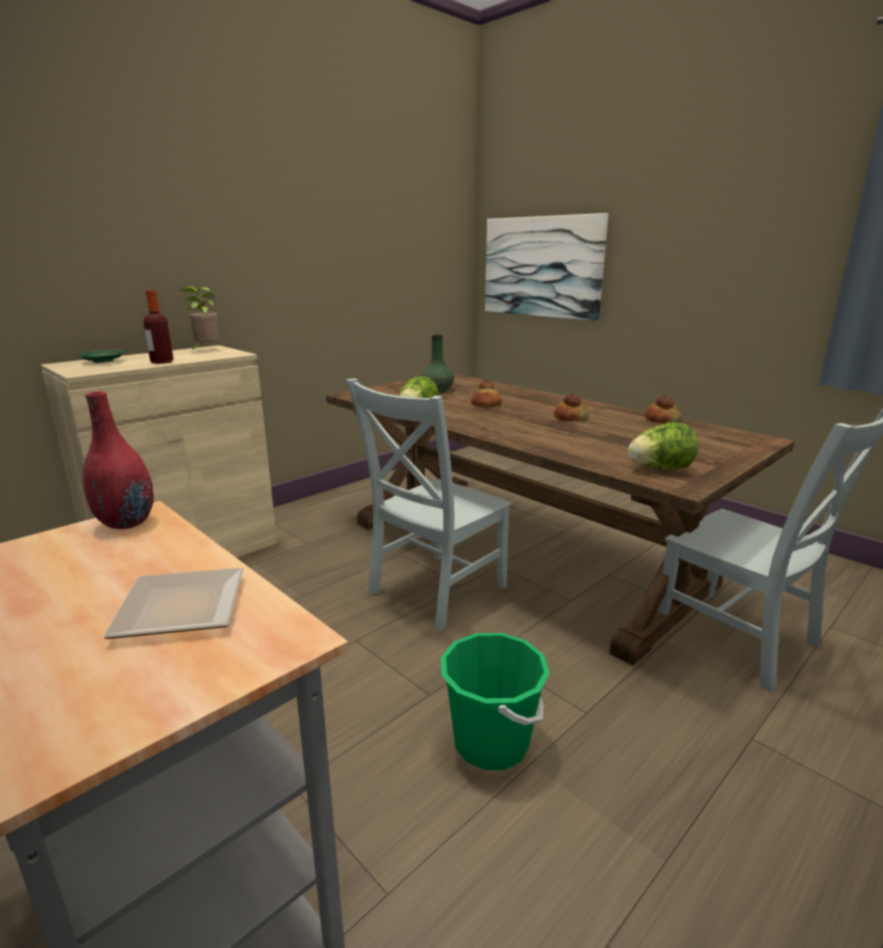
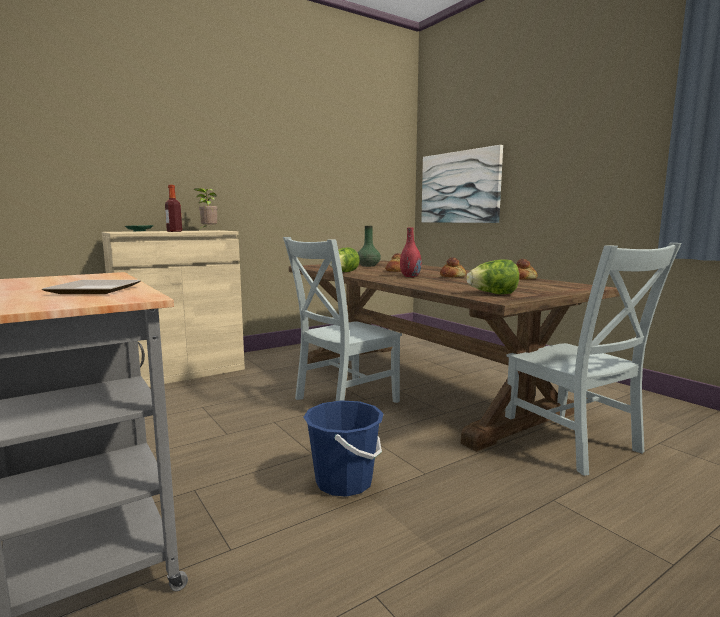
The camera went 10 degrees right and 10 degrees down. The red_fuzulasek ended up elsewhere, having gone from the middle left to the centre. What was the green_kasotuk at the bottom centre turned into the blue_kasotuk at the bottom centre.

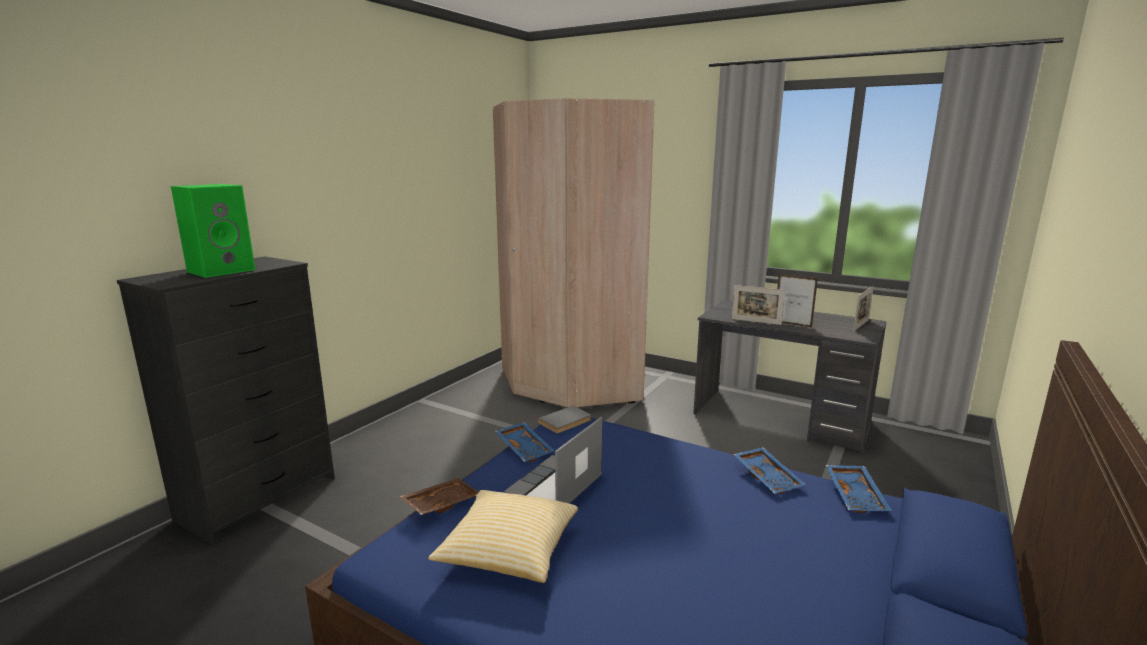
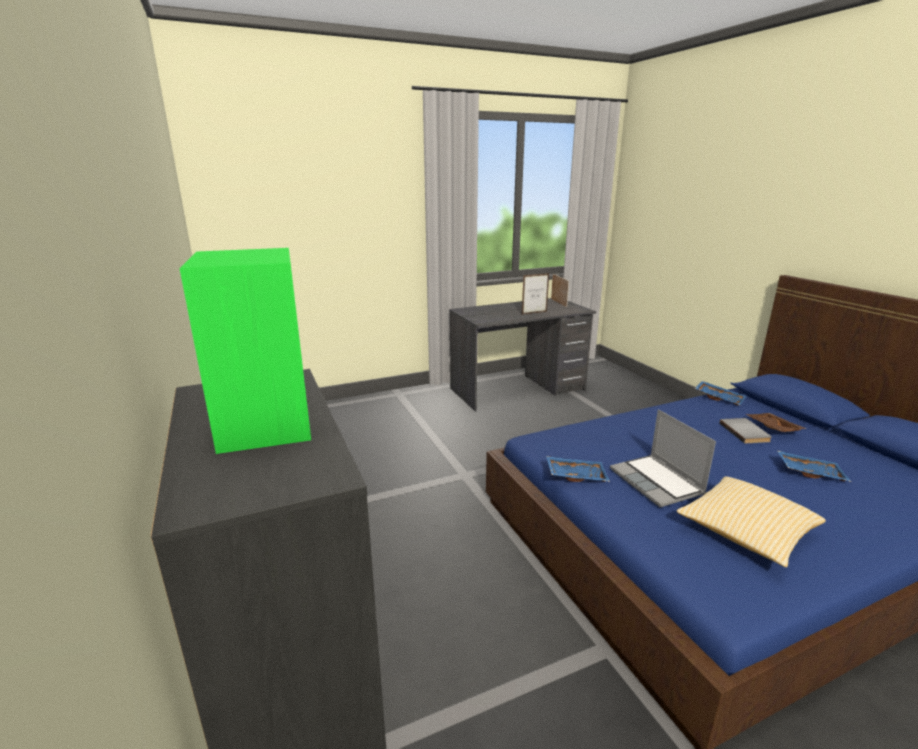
The camera went 55 degrees left and 5 degrees up. The second view lost the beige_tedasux at the centre. The second view lost the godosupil (no. 1 from left) at the centre. The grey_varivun ended up elsewhere, having gone from the centre to the middle right. The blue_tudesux (no. 2 from left in the first image) ended up elsewhere, having gone from the bottom right to the middle right. The brown_tudesux ended up elsewhere, having gone from the bottom centre to the middle right.

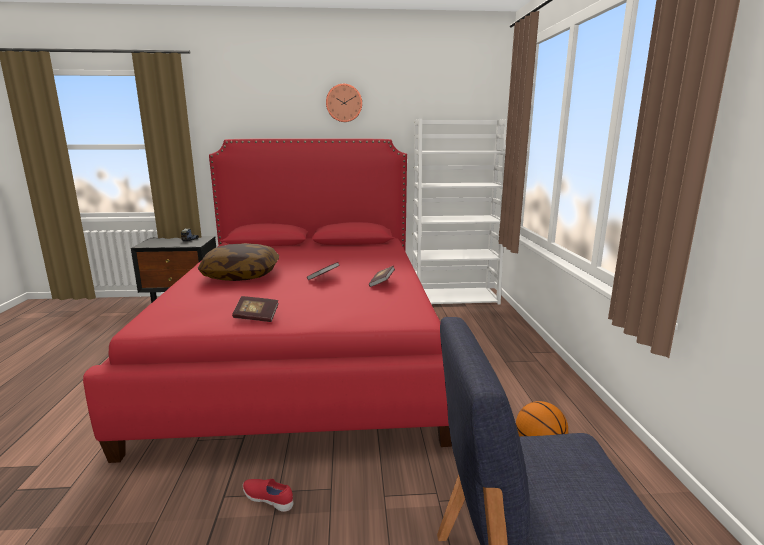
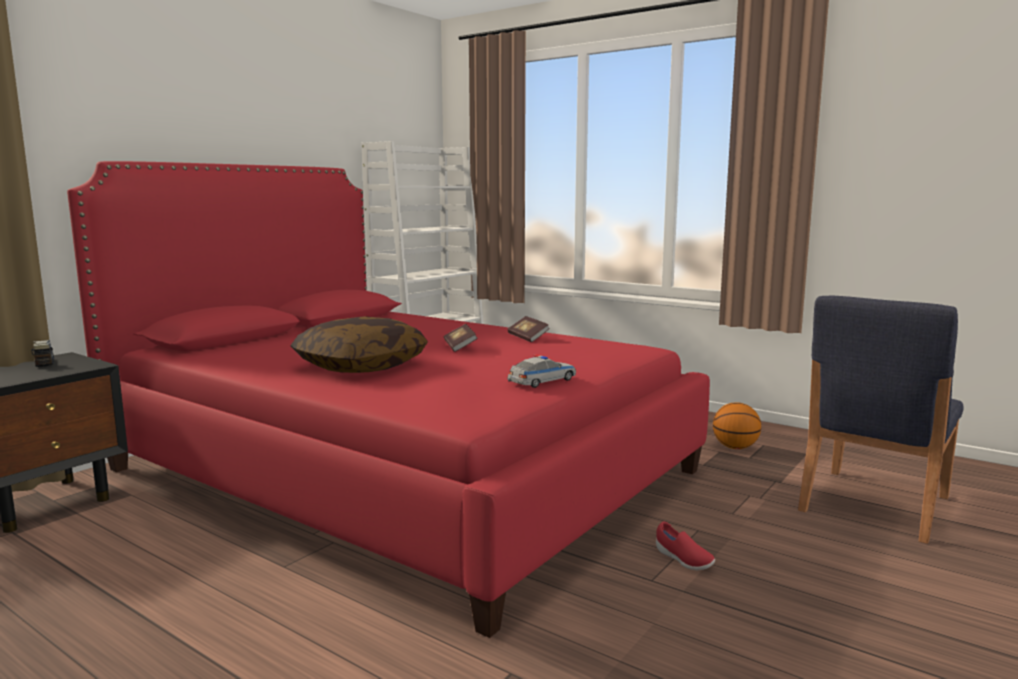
The camera went 50 degrees left and 5 degrees down. The second view lost the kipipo at the top centre. Where the varivun (no. 1 from left) stood at the centre, the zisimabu came to stand at the centre. The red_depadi at the bottom centre ended up facing another way, 105 degrees counterclockwise from before.

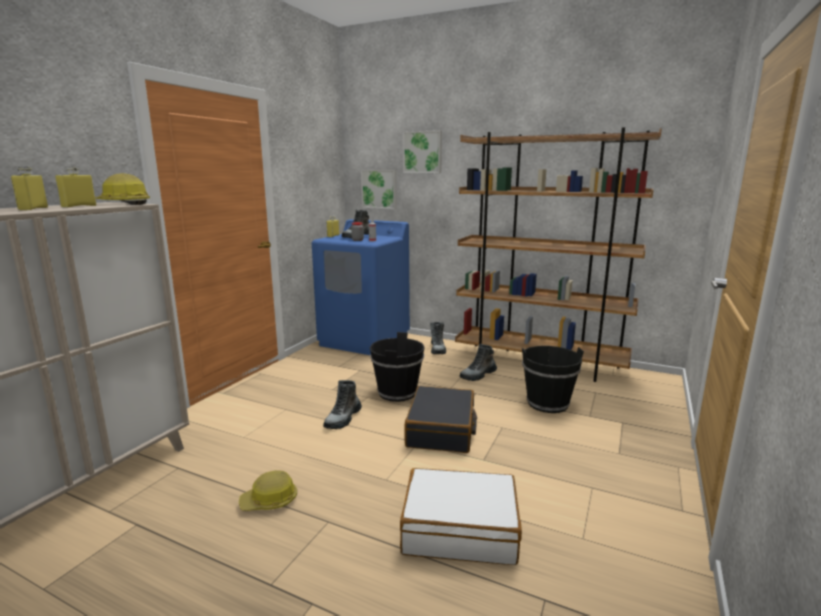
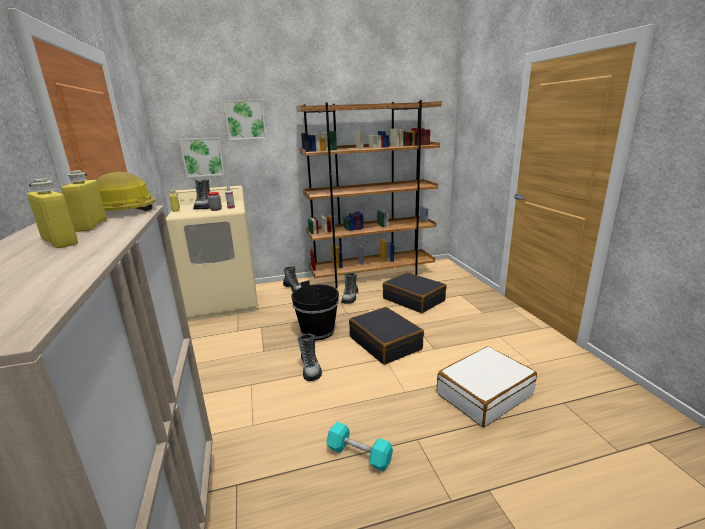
The camera went 40 degrees left and 5 degrees up. What was the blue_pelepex at the centre turned into the beige_pelepex at the middle left. Where the black_kasotuk (no. 2 from left) stood at the middle right, the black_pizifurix (no. 2 from left) came to stand at the centre. Where the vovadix (no. 2 from left) stood at the bottom left, the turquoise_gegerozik came to stand at the bottom centre.

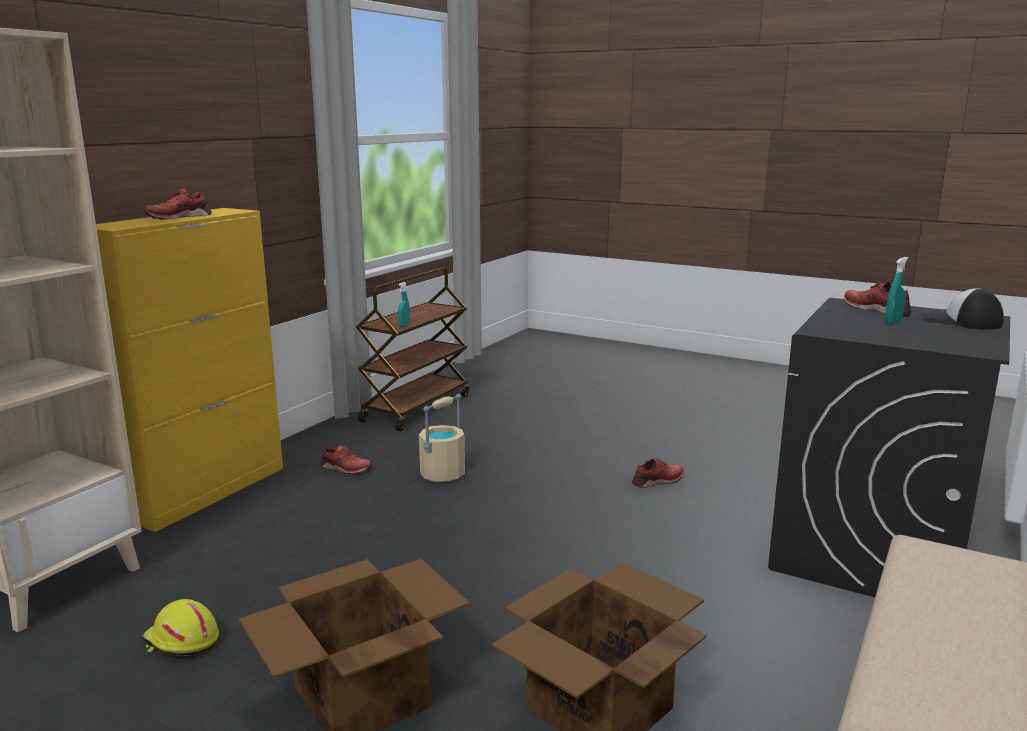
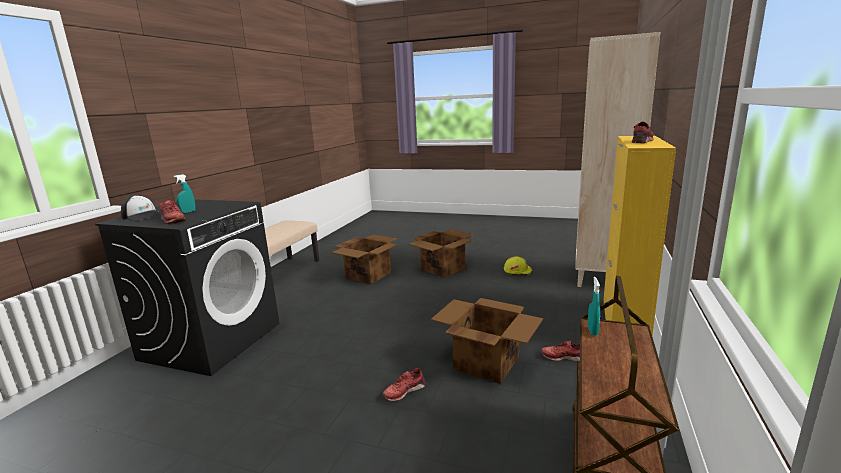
The camera went 170 degrees right and 0 degrees up. Where the beige_kasotuk stood at the centre, the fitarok (no. 3 from left) came to stand at the bottom centre. The red_depadi (no. 3 from left in the first image) ended up elsewhere, having gone from the centre to the bottom centre.

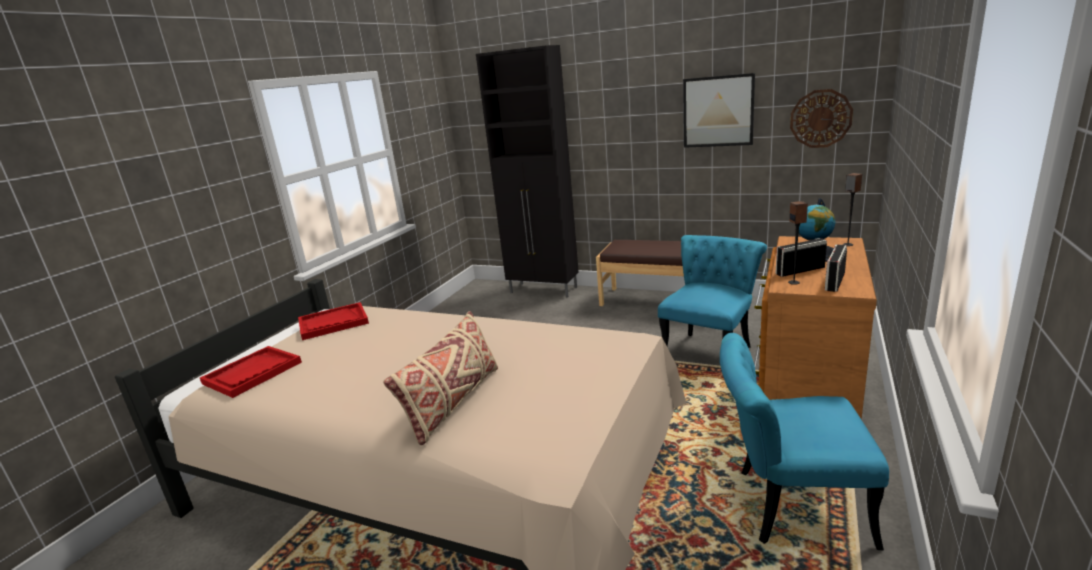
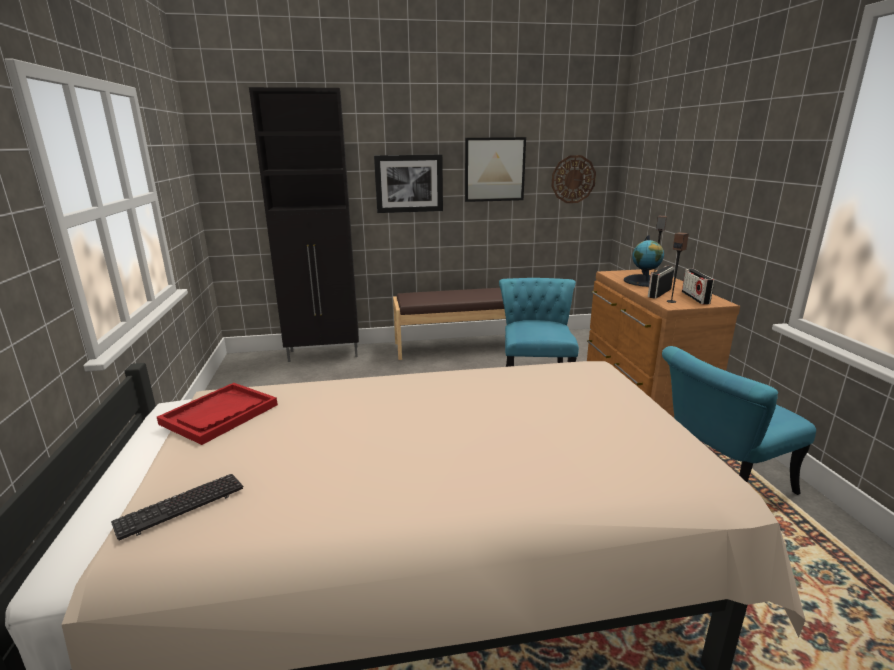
The camera went 35 degrees left and 0 degrees up. The second view lost the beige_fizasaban at the centre. Where the red_tudesux (no. 1 from left) stood at the middle left, the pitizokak came to stand at the bottom left. The second view gained the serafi (no. 1 from left) at the top centre.

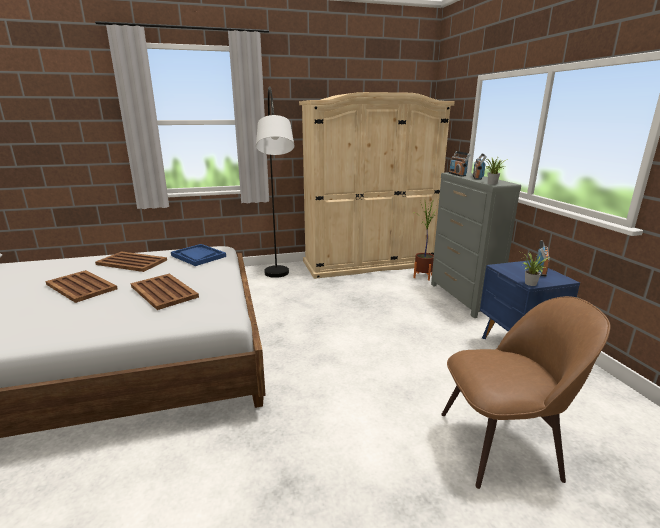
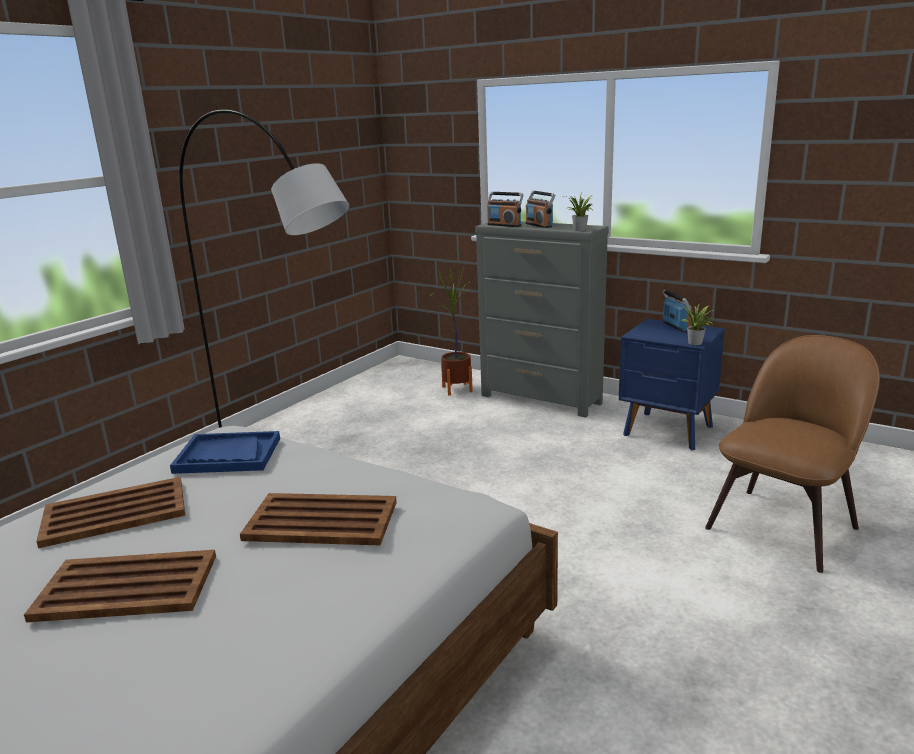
The camera went 40 degrees left and 0 degrees up. The second view lost the beige_tedasux at the centre.

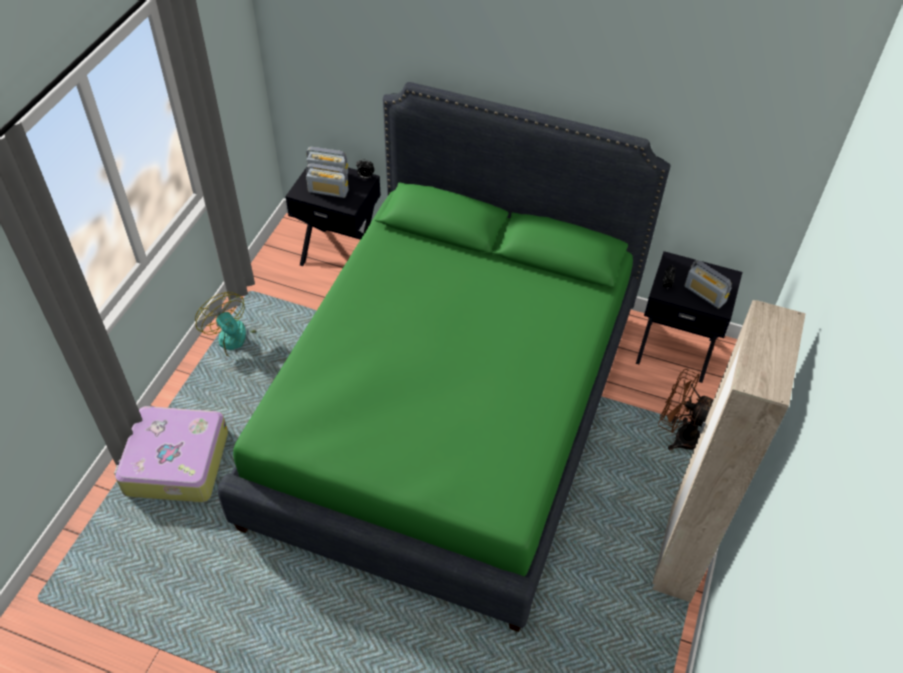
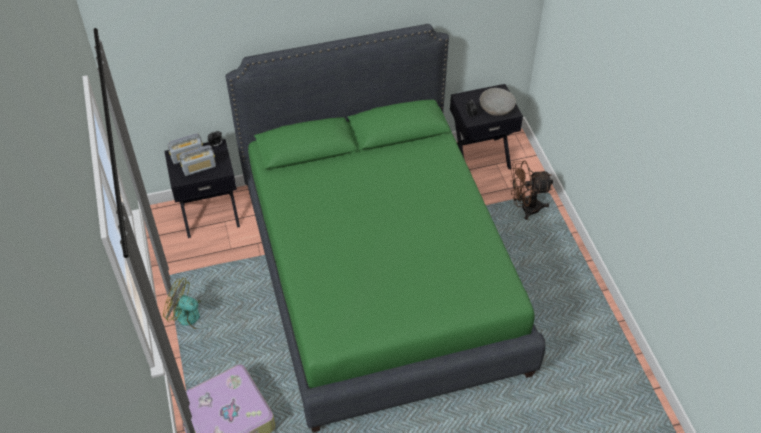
The camera went 35 degrees left and 0 degrees up. Where the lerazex (no. 3 from left) stood at the middle right, the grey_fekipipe came to stand at the top centre. The second view lost the beige_tedasux at the bottom right.

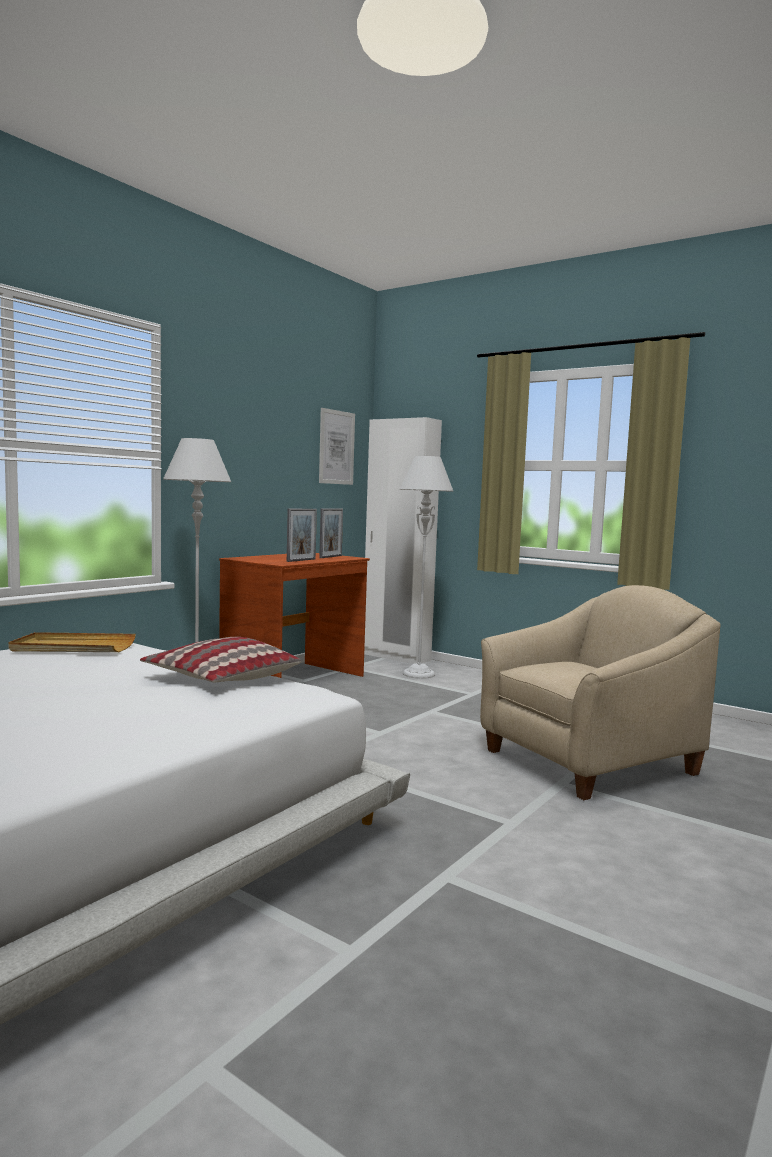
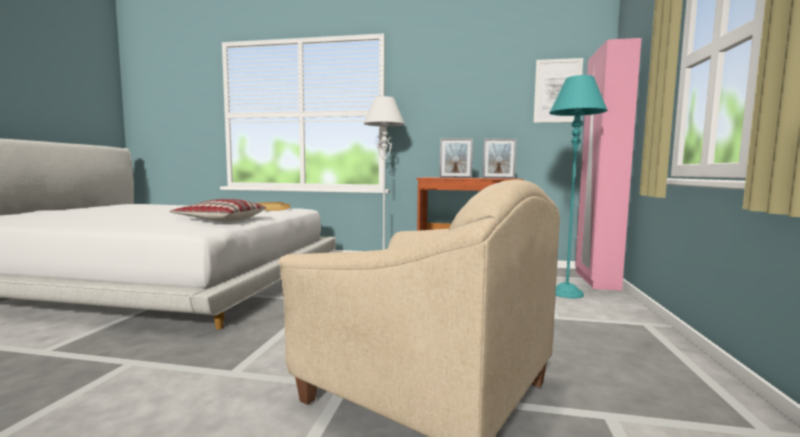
The camera went 65 degrees right and 0 degrees up. What was the white_tedasux at the centre turned into the pink_tedasux at the middle right. What was the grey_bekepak (no. 2 from left) at the centre turned into the turquoise_bekepak at the middle right.

